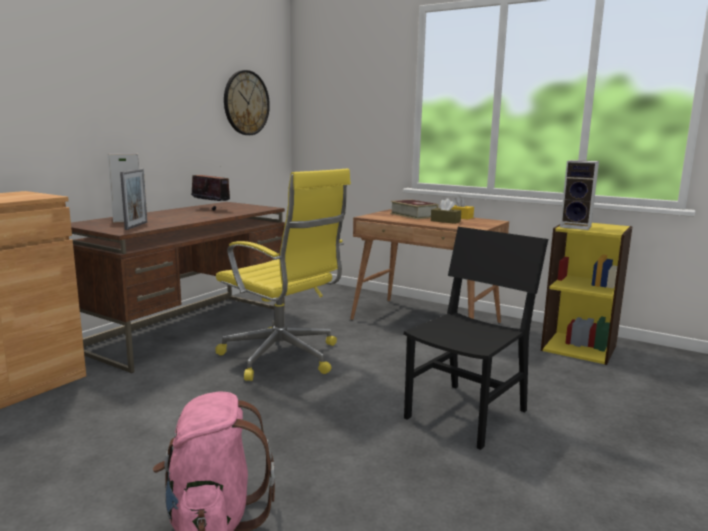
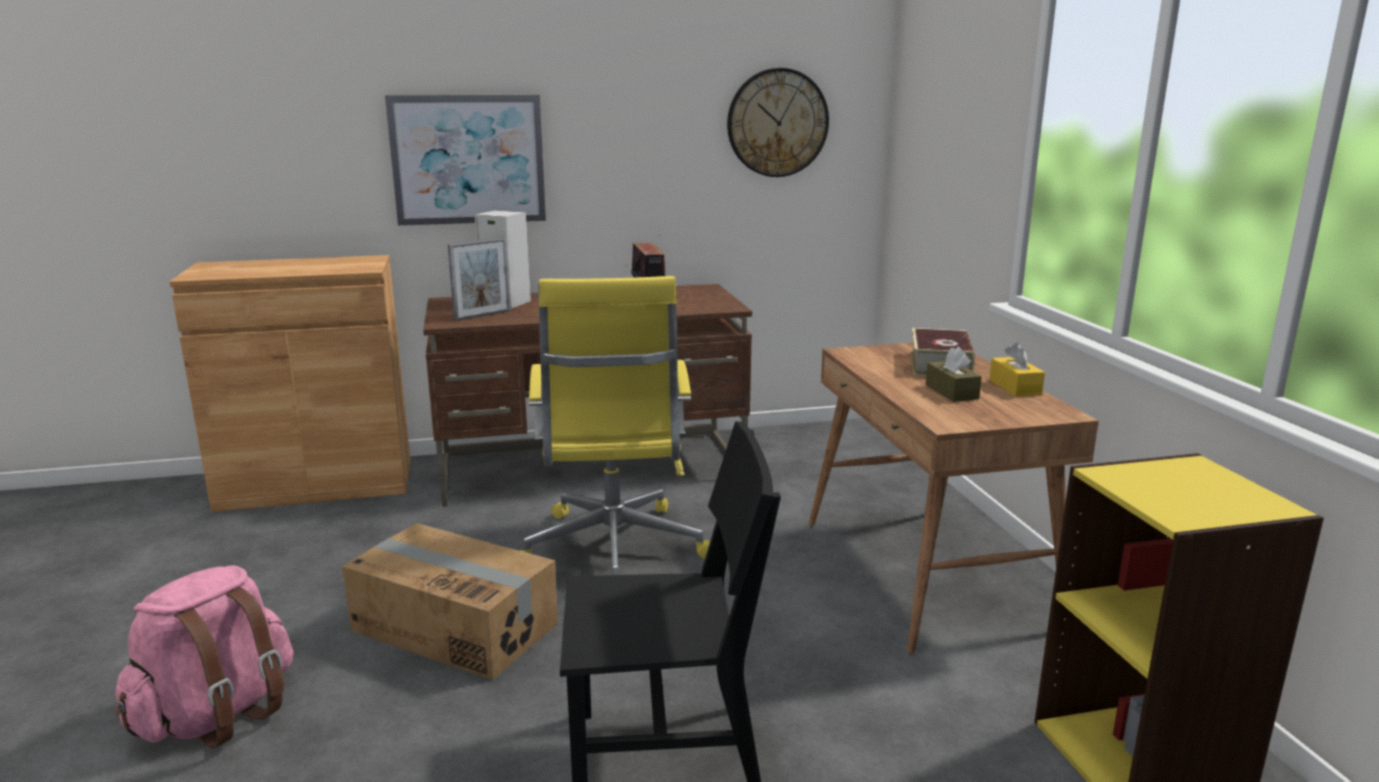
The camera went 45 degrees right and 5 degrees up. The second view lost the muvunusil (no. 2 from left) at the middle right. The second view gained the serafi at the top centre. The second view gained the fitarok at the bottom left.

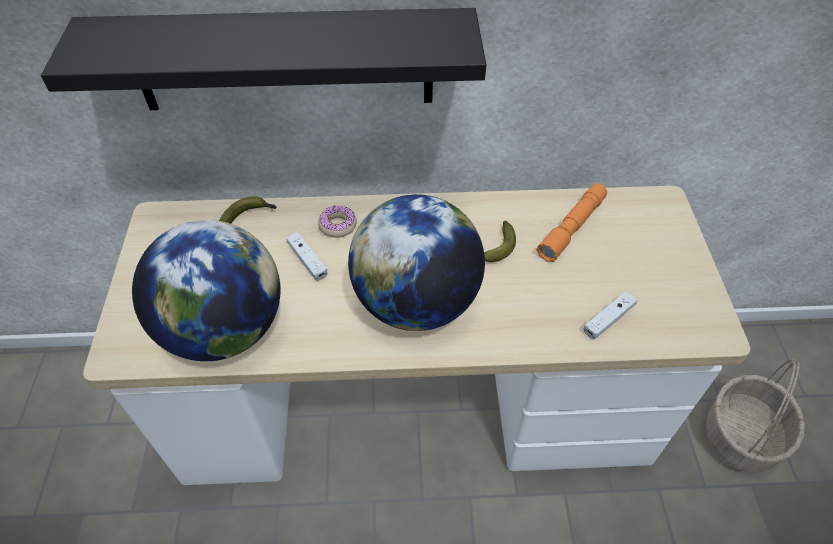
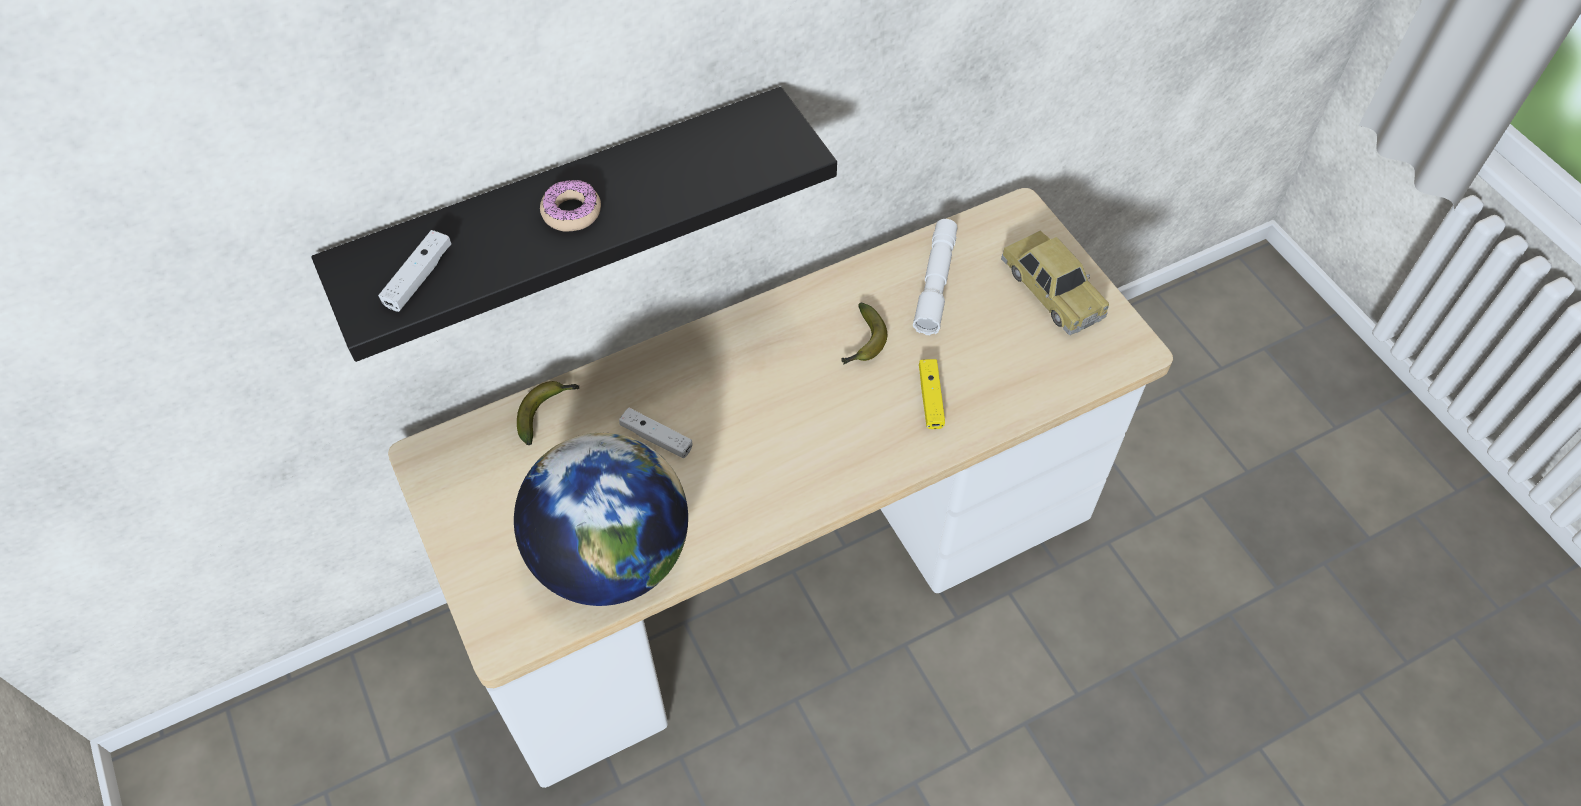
The camera went 25 degrees left and 5 degrees up. What was the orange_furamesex at the middle right turned into the white_furamesex at the centre. The second view lost the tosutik (no. 2 from left) at the centre. The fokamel ended up elsewhere, having gone from the centre to the top centre. The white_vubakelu (no. 2 from left in the first image) ended up elsewhere, having gone from the middle right to the middle left. The second view lost the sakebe at the bottom right. The second view gained the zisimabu at the middle right. The second view gained the yellow_vubakelu at the centre.

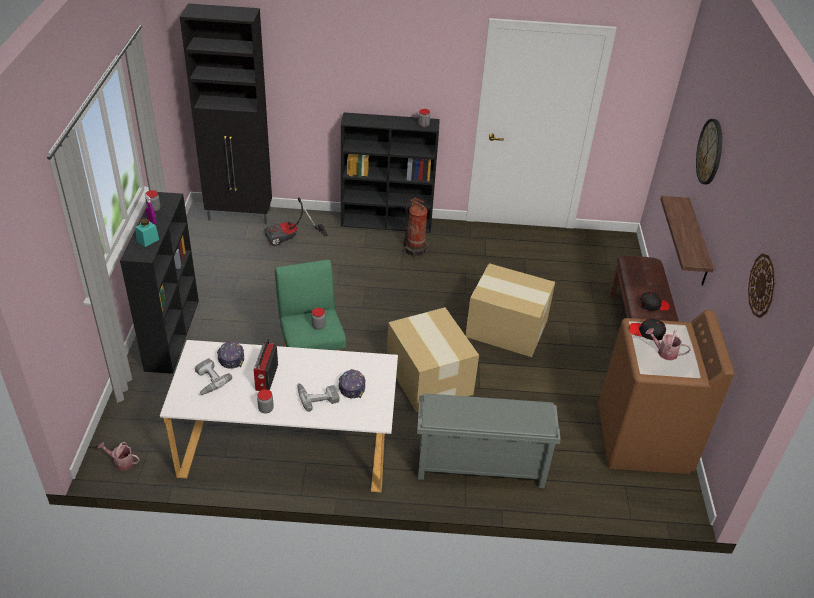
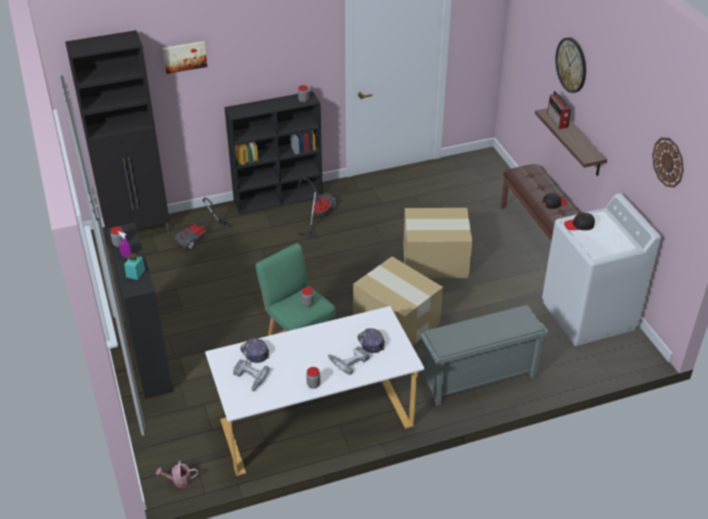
The camera went 20 degrees left and 0 degrees up. Where the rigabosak stood at the centre, the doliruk (no. 2 from left) came to stand at the centre. What was the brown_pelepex at the middle right turned into the white_pelepex at the middle right. The second view lost the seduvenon (no. 2 from left) at the middle right. The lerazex ended up elsewhere, having gone from the middle left to the top right. The second view gained the serafi at the top left.

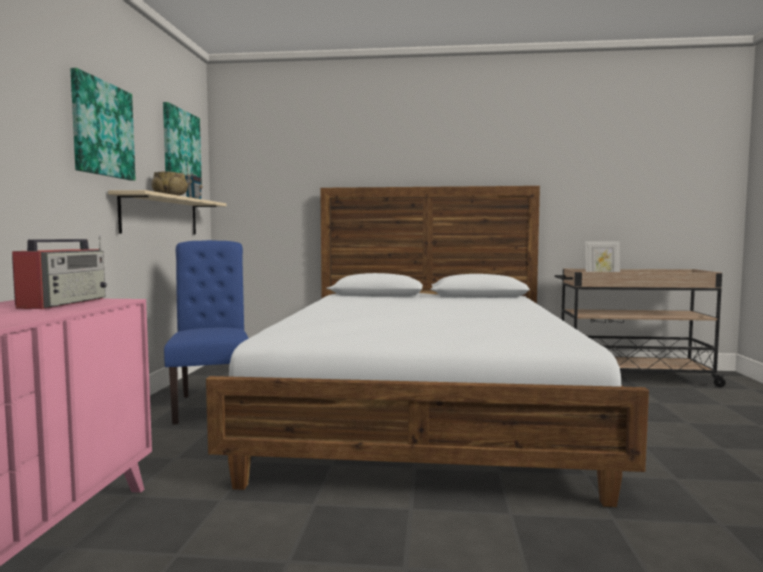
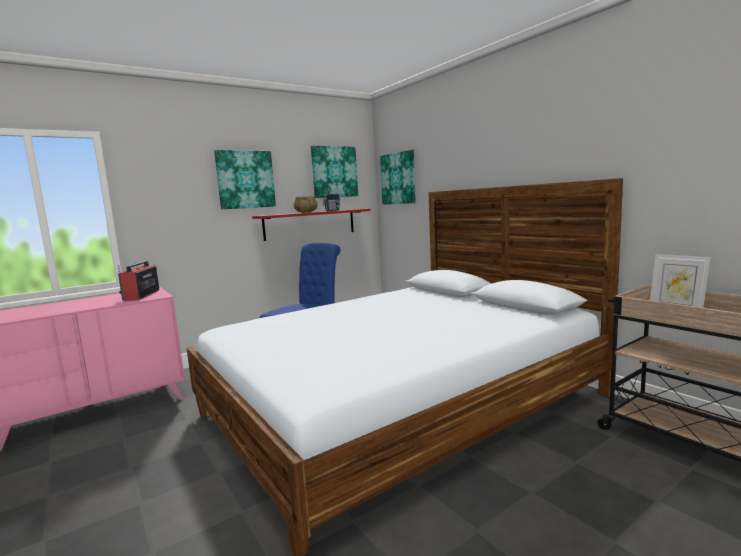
The camera went 50 degrees right and 5 degrees up. What was the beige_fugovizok at the middle left turned into the red_fugovizok at the centre. The lerazex (no. 1 from left) at the middle left ended up facing another way, 120 degrees clockwise from before. The second view gained the serafi (no. 3 from left) at the top centre.

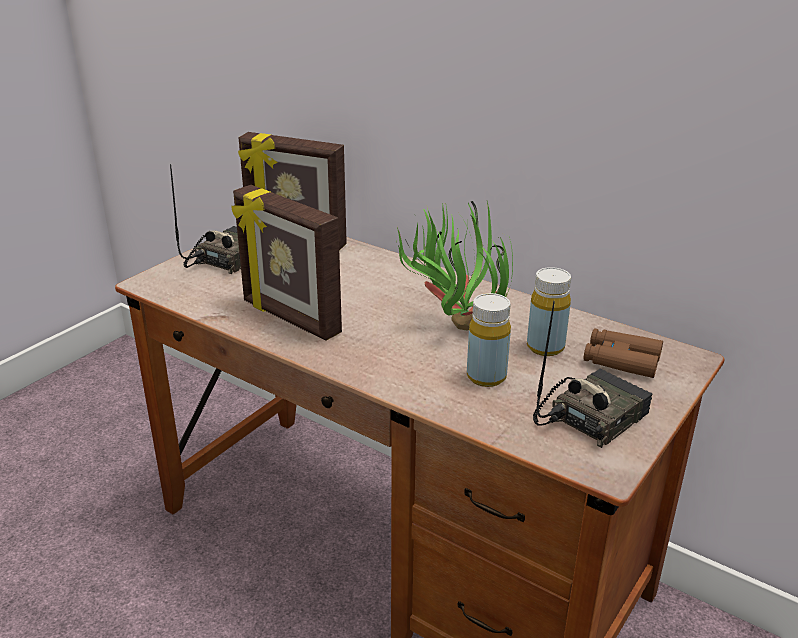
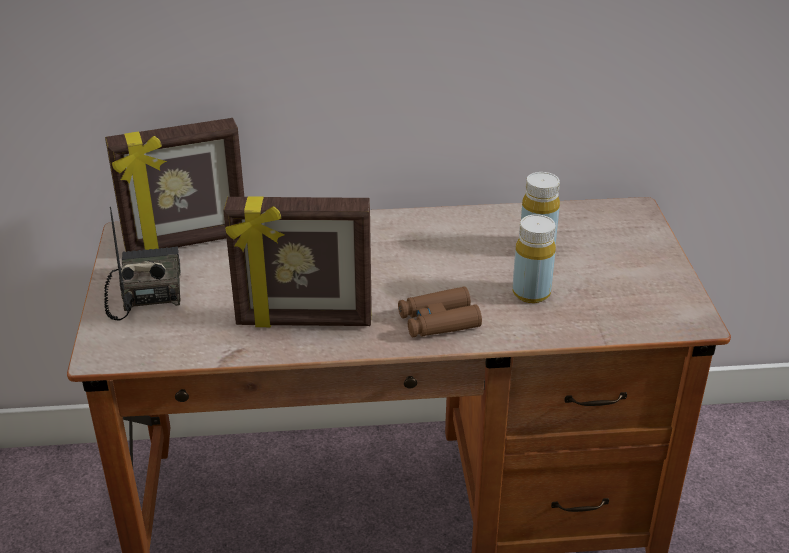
The camera went 40 degrees left and 5 degrees up. The second view lost the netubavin at the centre. The second view lost the lerazex (no. 2 from left) at the middle right. The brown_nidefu ended up elsewhere, having gone from the middle right to the centre.

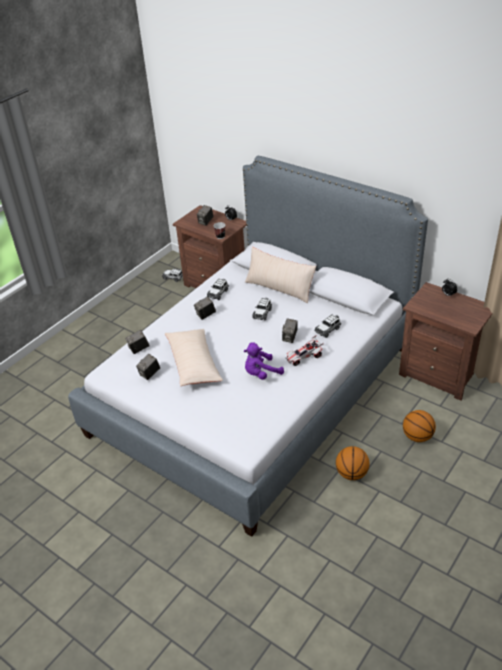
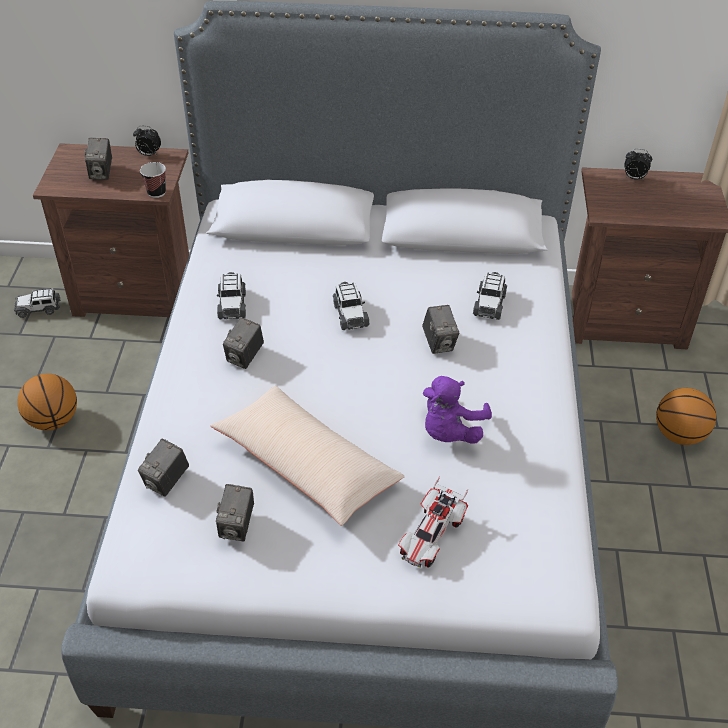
The camera went 35 degrees left and 5 degrees up. The second view lost the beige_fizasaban (no. 2 from left) at the centre. The zisimabu (no. 4 from left) ended up elsewhere, having gone from the centre to the bottom centre. The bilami (no. 1 from left) ended up elsewhere, having gone from the bottom right to the middle left.

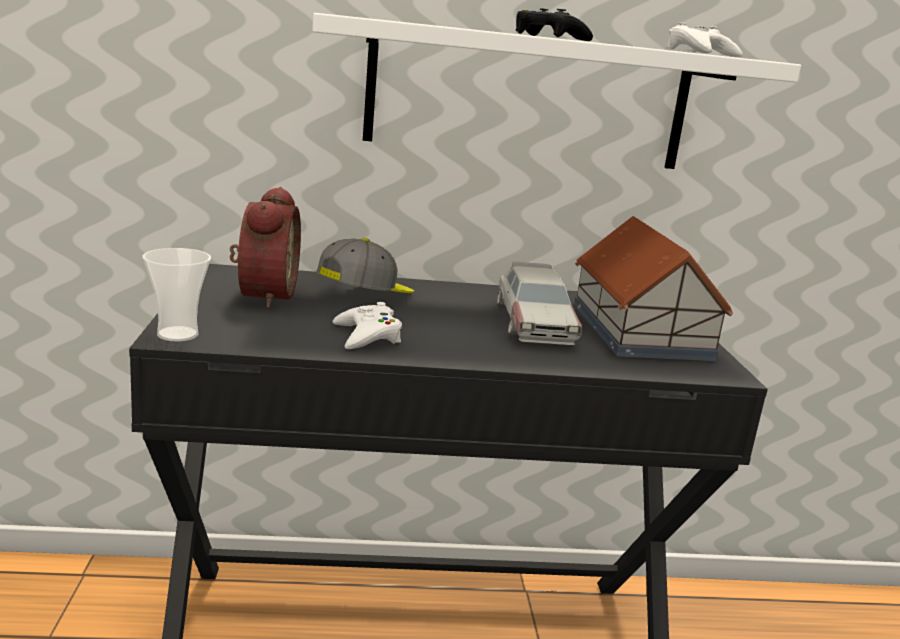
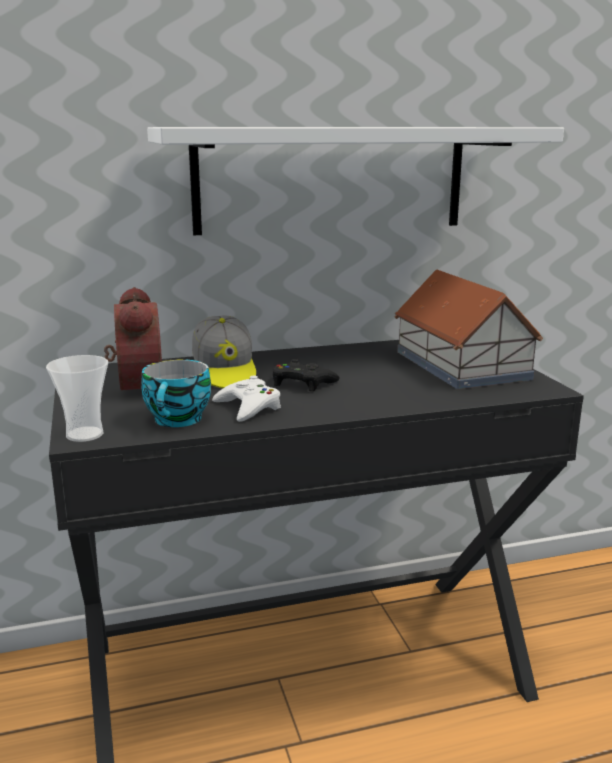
The camera went 10 degrees left and 0 degrees up. The black_vubakelu ended up elsewhere, having gone from the top centre to the centre. The second view lost the white_vubakelu (no. 2 from left) at the top right. The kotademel at the centre ended up facing another way, 135 degrees clockwise from before. The second view lost the zisimabu at the centre. The second view gained the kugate (no. 2 from left) at the middle left.

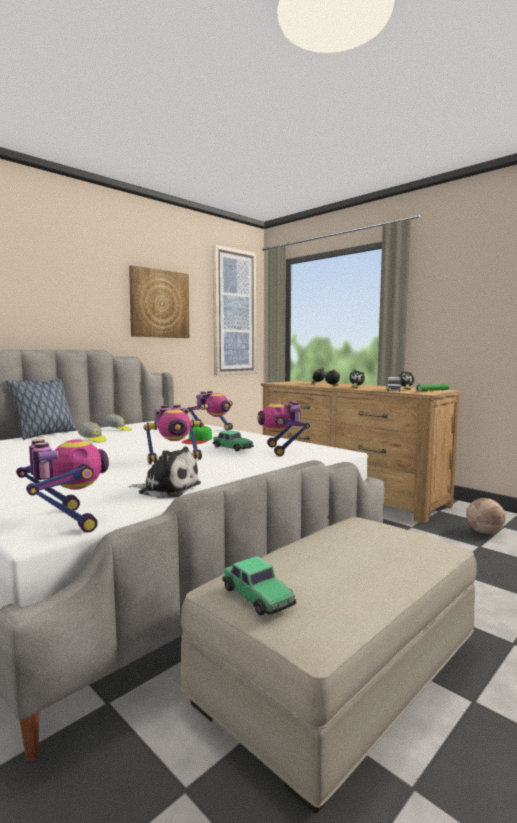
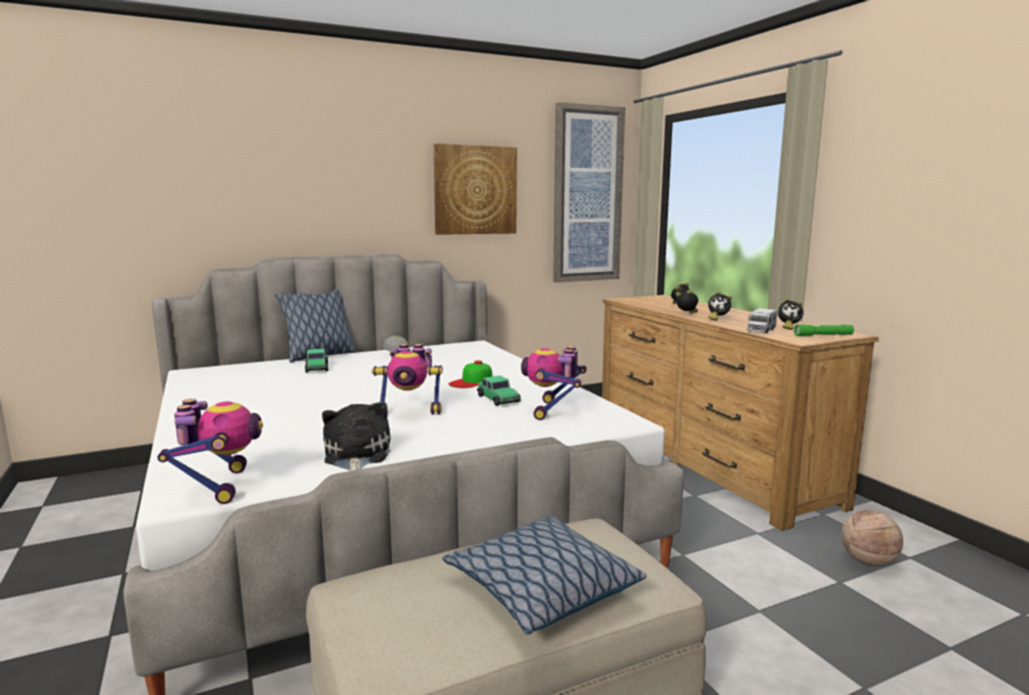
The camera went 20 degrees right and 5 degrees up. The second view lost the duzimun (no. 3 from left) at the centre. The second view lost the kotademel (no. 1 from left) at the middle left. The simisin at the middle left ended up facing another way, 135 degrees counterclockwise from before. The zisimabu (no. 2 from left in the first image) ended up elsewhere, having gone from the bottom centre to the middle left. The second view gained the fizasaban (no. 2 from left) at the bottom centre.

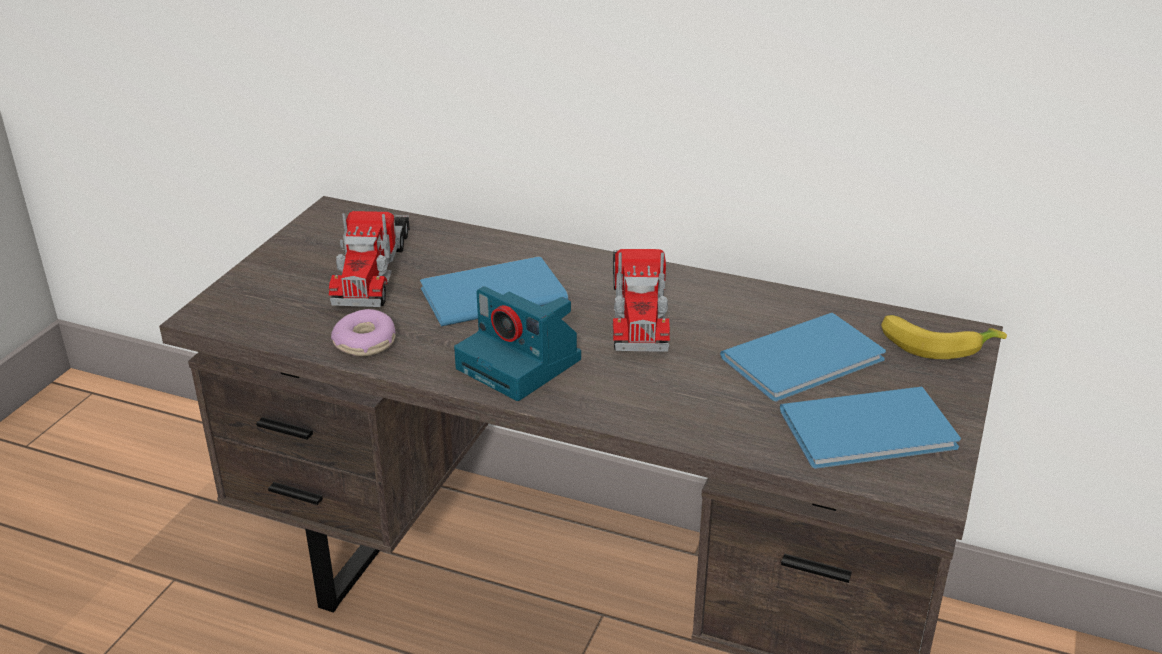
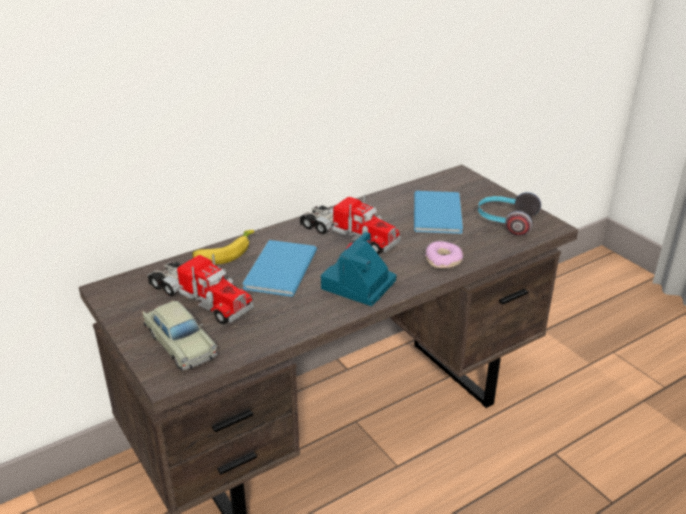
The camera went 55 degrees left and 0 degrees up. The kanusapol at the centre ended up facing another way, 135 degrees clockwise from before. The fokamel ended up elsewhere, having gone from the middle left to the centre. The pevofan ended up elsewhere, having gone from the middle right to the middle left. Where the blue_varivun (no. 3 from left) stood at the middle right, the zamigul came to stand at the middle right. The second view gained the beige_zisimabu at the middle left.

